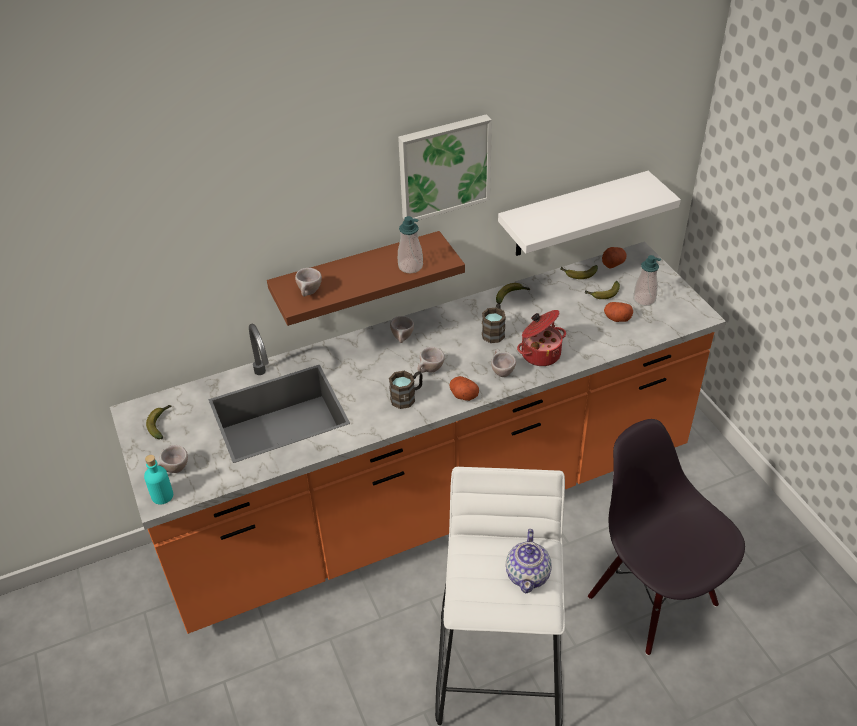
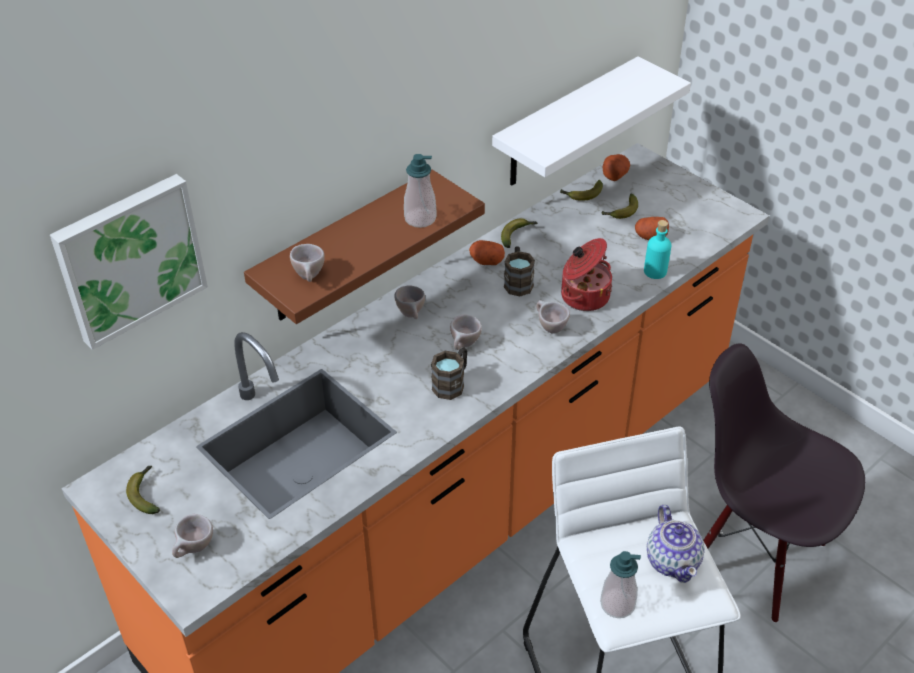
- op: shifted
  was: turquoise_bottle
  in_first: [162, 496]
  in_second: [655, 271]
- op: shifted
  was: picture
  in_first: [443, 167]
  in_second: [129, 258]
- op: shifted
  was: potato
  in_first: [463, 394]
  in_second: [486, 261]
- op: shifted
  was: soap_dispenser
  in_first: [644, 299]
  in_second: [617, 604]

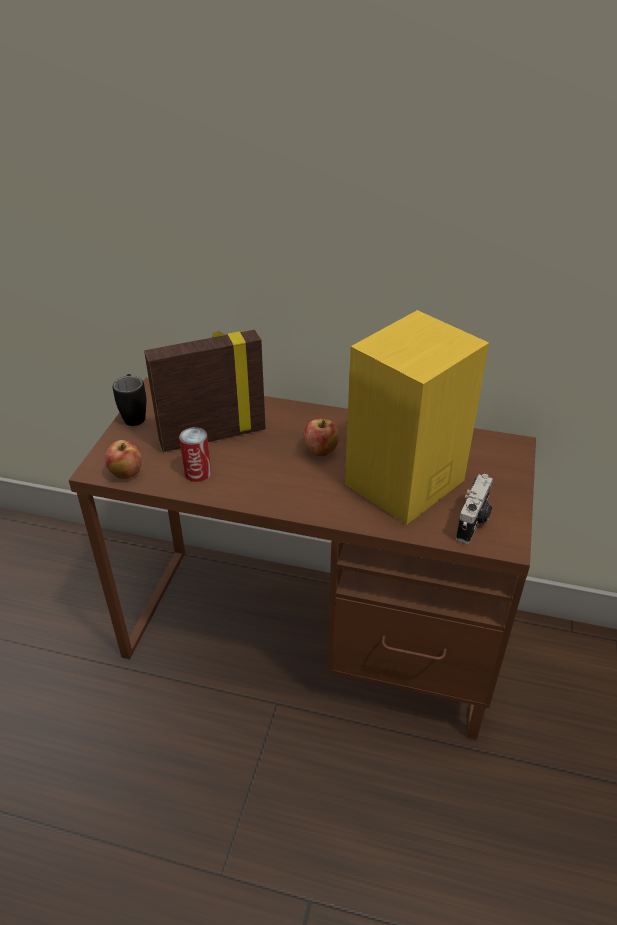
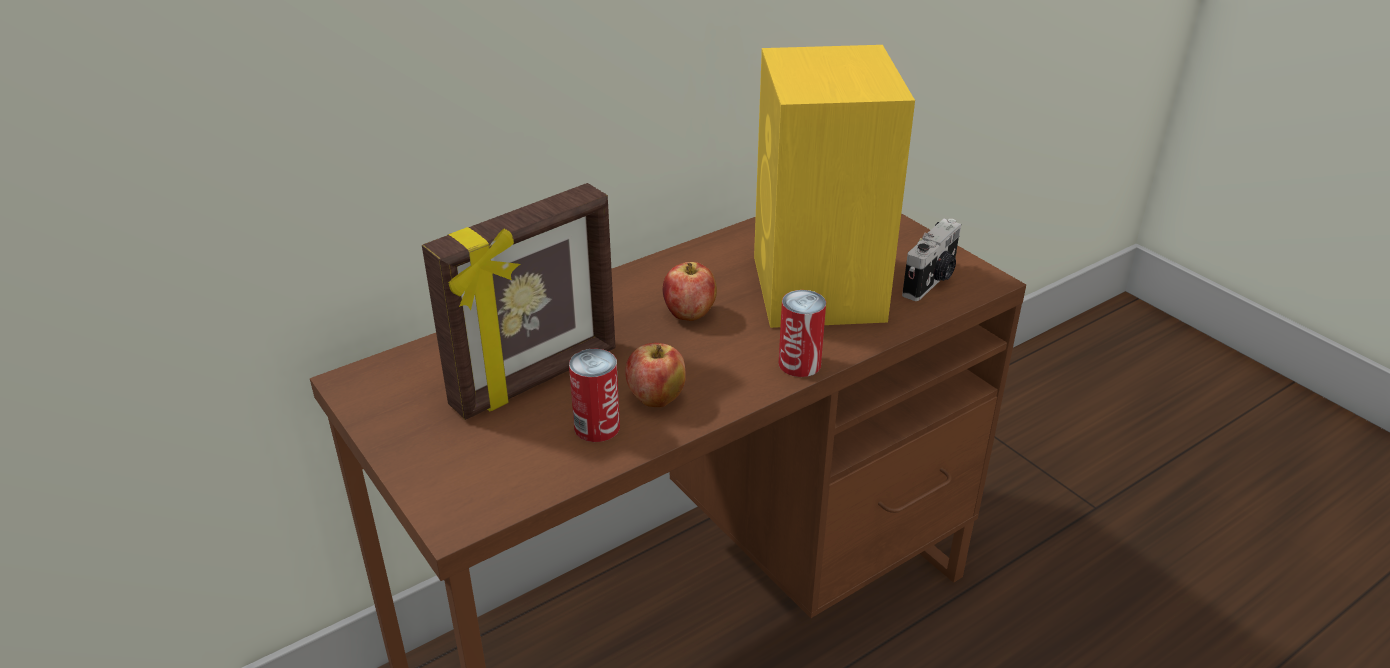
- op: shifted
  was: apple
  in_first: [126, 473]
  in_second: [656, 399]
- op: gone
  was: black_mug
  in_first: [134, 415]
- op: rotated
  was: picture_frame
  in_first: [212, 435]
  in_second: [536, 379]
  clockwise: -150
- op: rotated
  was: photo_camera
  in_first: [473, 522]
  in_second: [931, 281]
  clockwise: 60
- op: new
  now: can
  in_second: [799, 364]

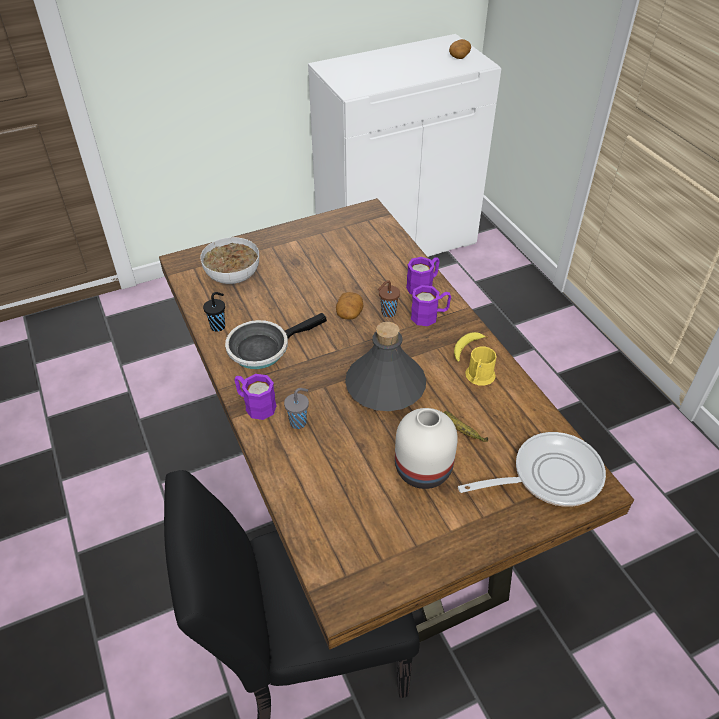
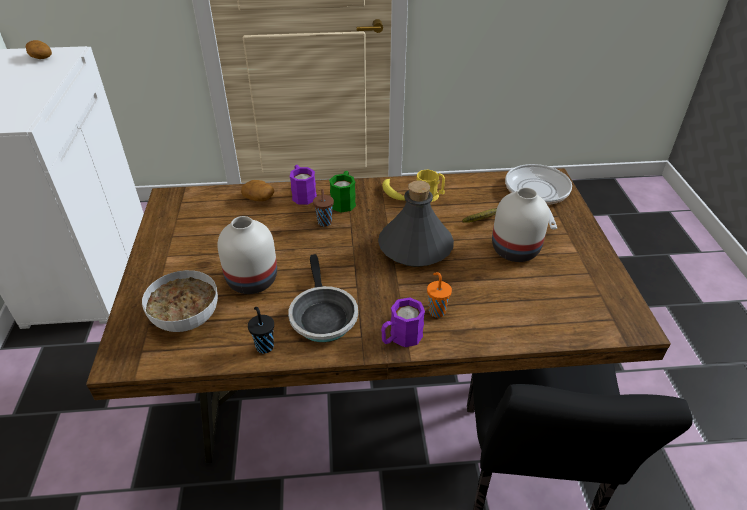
- op: repainted
  was: grey_cup
  now: orange_cup
  in_first: [299, 422]
  in_second: [436, 311]
- op: shifted
  was: potato
  in_first: [349, 313]
  in_second: [259, 198]
- op: repainted
  was: purple_mug
  now: green_mug
  in_first: [429, 316]
  in_second: [344, 201]
- op: new
  now: white_vase
  in_second: [251, 281]

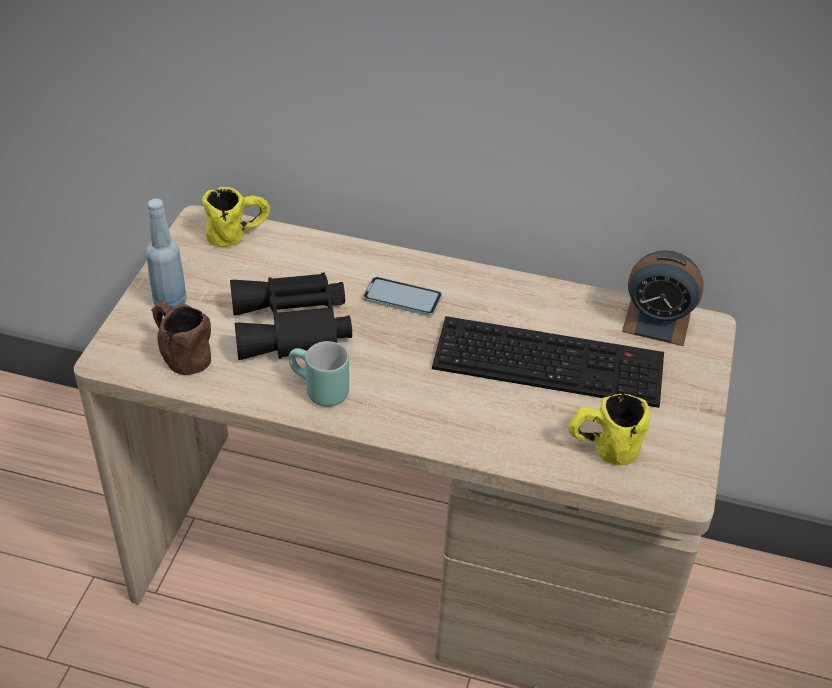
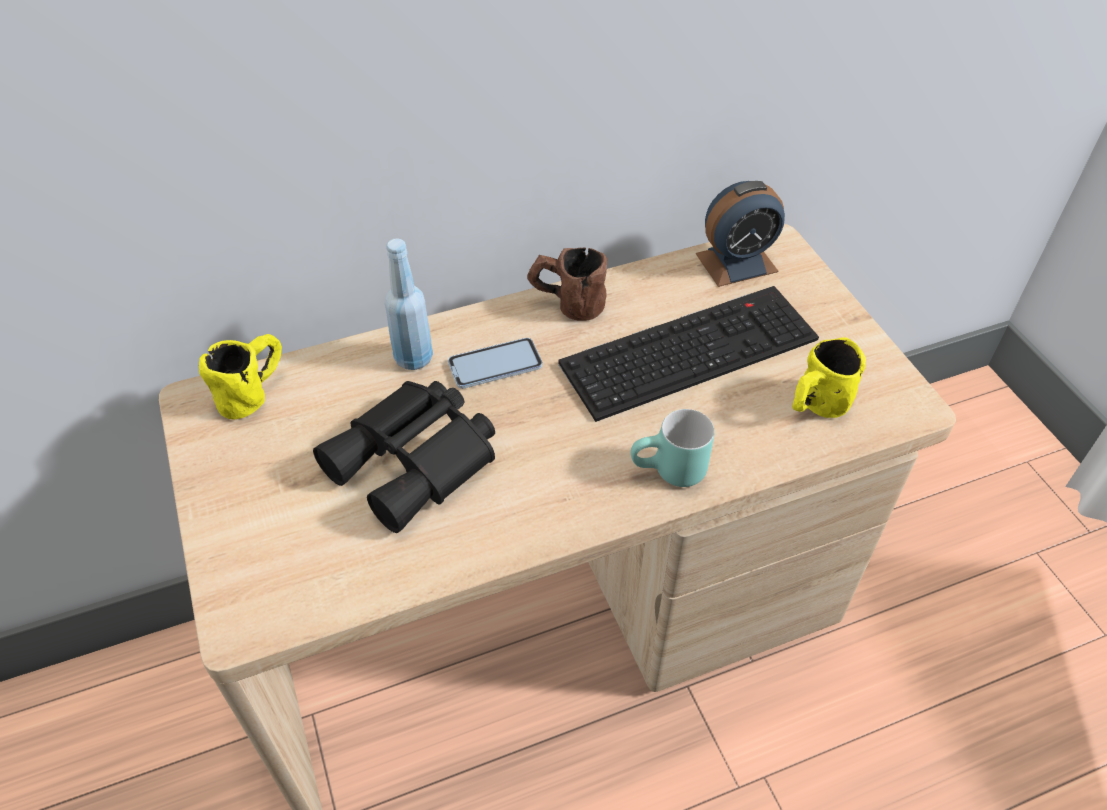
- op: shifted
  was: blue_bottle
  in_first: [170, 302]
  in_second: [413, 358]
- op: shifted
  was: brown_mug
  in_first: [180, 353]
  in_second: [566, 304]
- op: shifted
  was: turquoise_mug
  in_first: [317, 392]
  in_second: [669, 474]

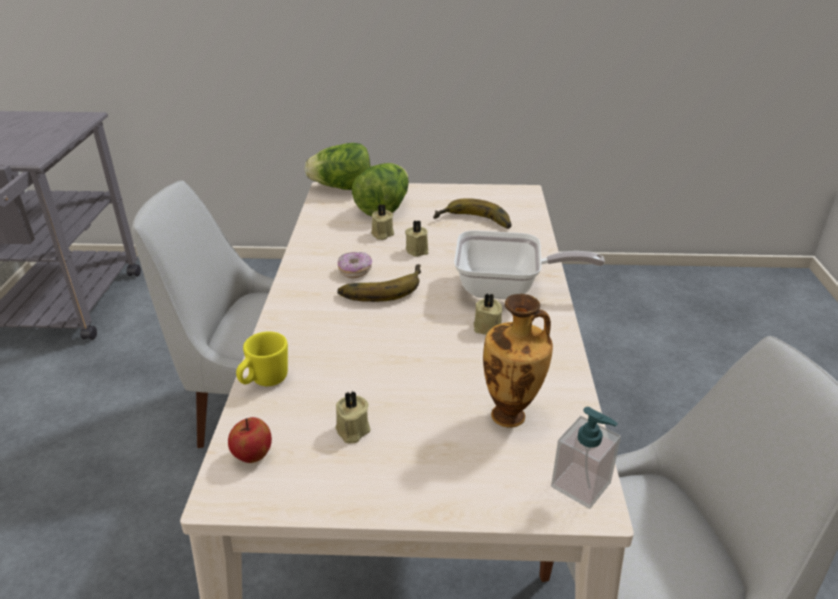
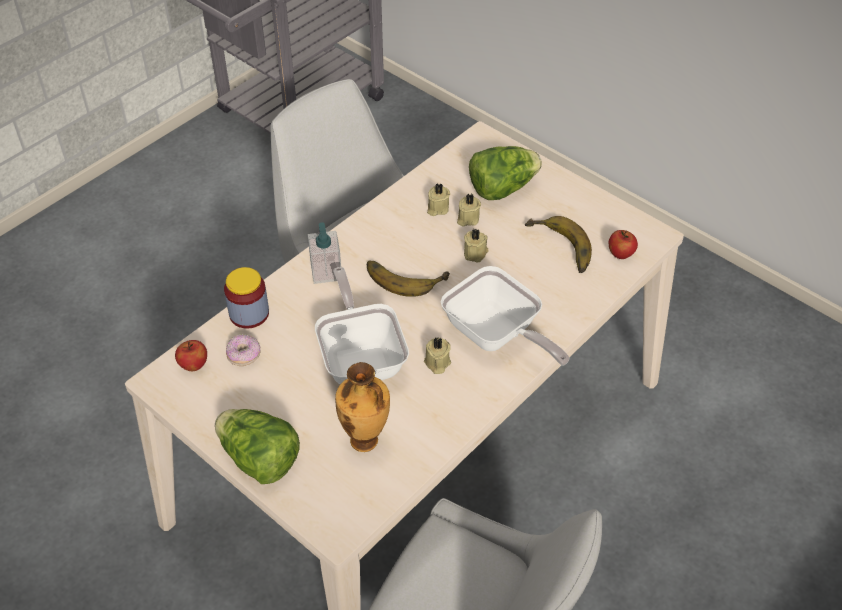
- op: swapped
  was: yellow_mug
  now: jar
  in_first: [264, 381]
  in_second: [249, 313]
- op: shifted
  was: lettuce
  in_first: [342, 188]
  in_second: [259, 460]
- op: shifted
  was: beige_candle
  in_first: [352, 430]
  in_second: [437, 208]
- op: shifted
  was: donut
  in_first: [355, 271]
  in_second: [244, 355]
- op: shifted
  was: soap_dispenser
  in_first: [581, 485]
  in_second: [326, 272]
- op: new
  now: frying_pan
  in_second: [361, 357]
- op: new
  now: apple
  in_second: [621, 254]

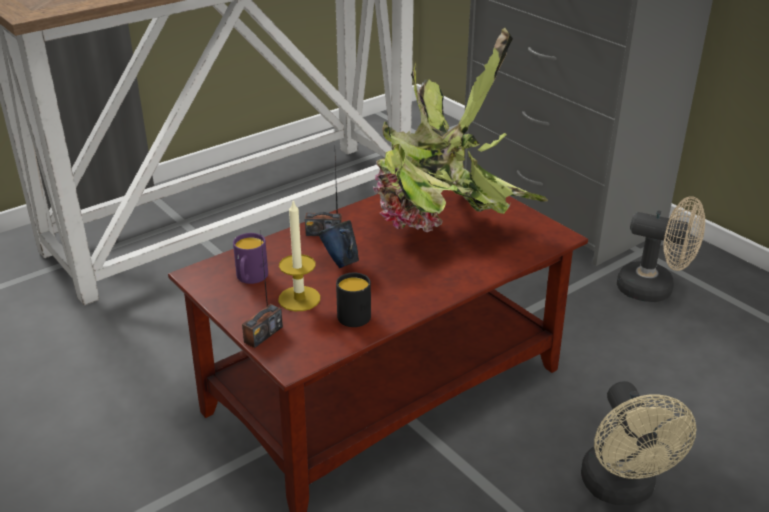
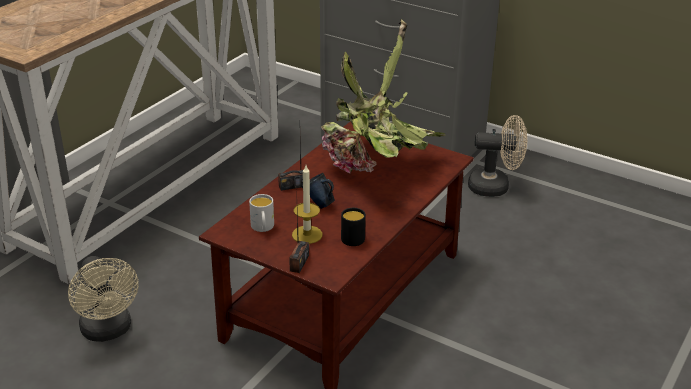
- op: repainted
  was: purple_mug
  now: white_mug
  in_first: [250, 279]
  in_second: [263, 228]
- op: shifted
  was: beige_fan
  in_first: [622, 489]
  in_second: [108, 331]

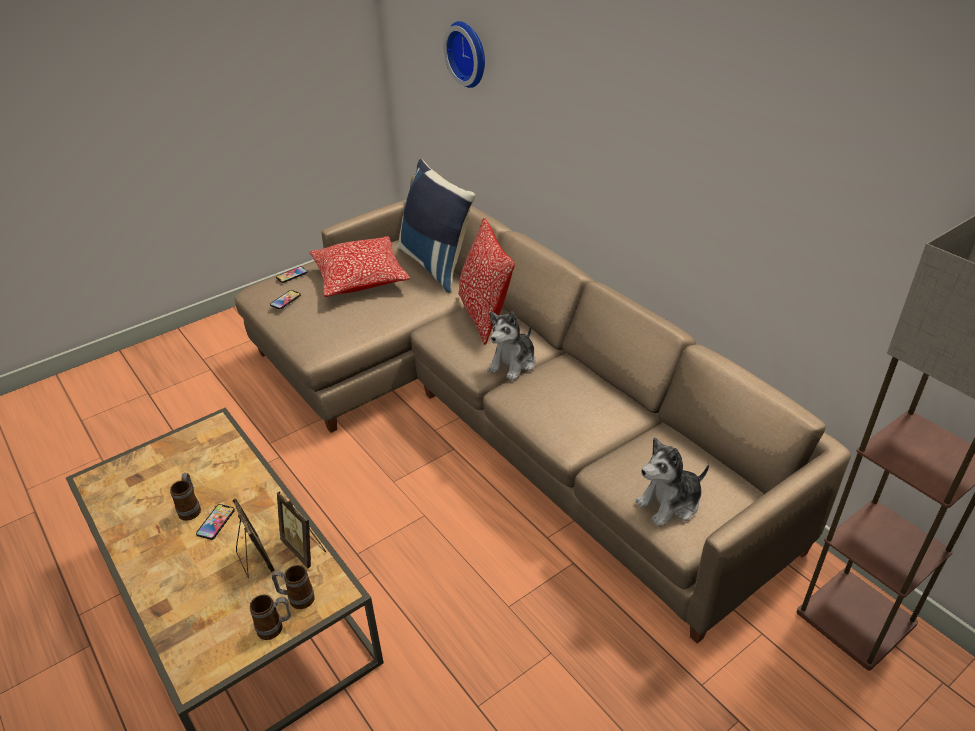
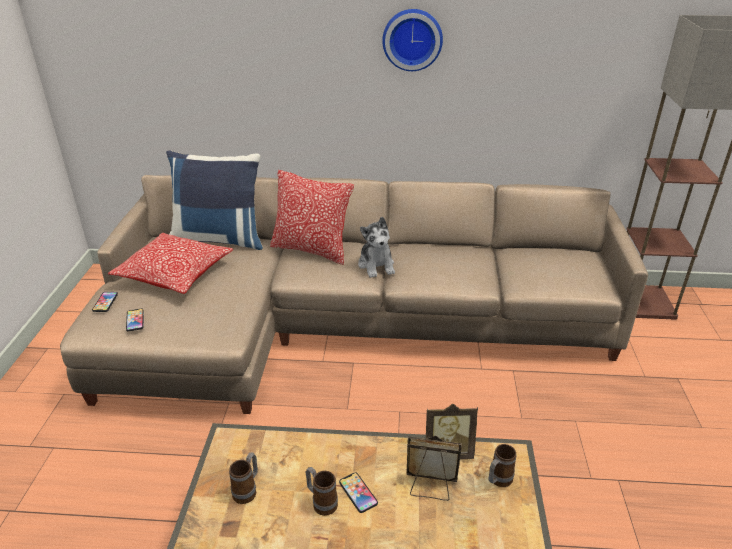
- op: shifted
  was: mug
  in_first: [275, 628]
  in_second: [247, 490]
- op: shifted
  was: wall_clock
  in_first: [469, 53]
  in_second: [412, 39]
- op: gone
  was: plush_toy
  in_first: [670, 503]

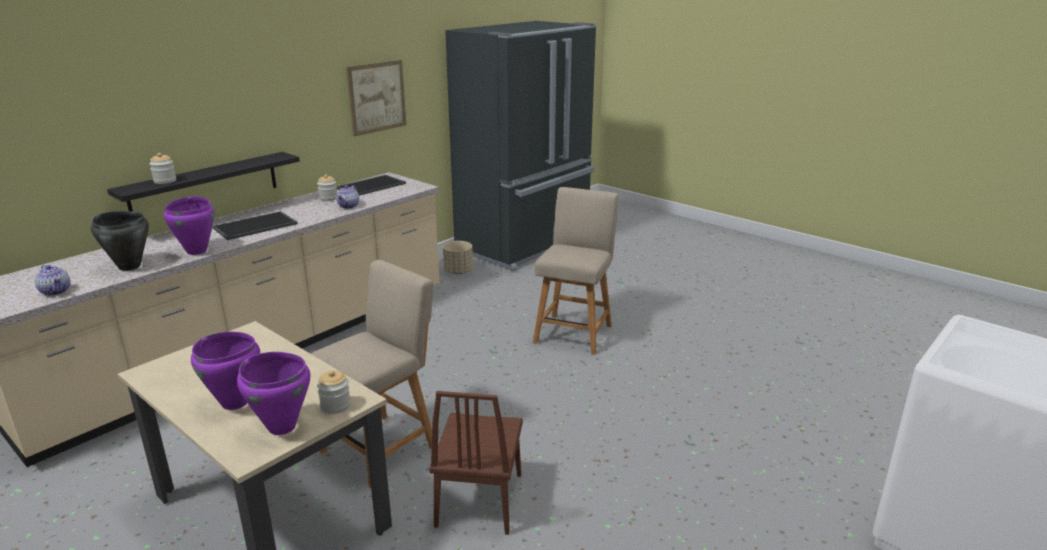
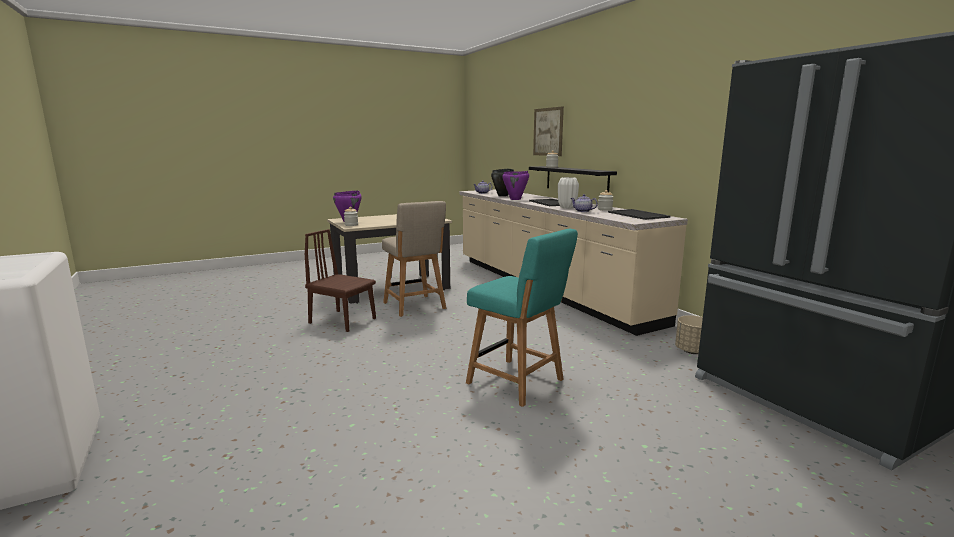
- op: gone
  was: purple_cooking_pot
  in_first: [235, 403]
- op: shifted
  was: picture
  in_first: [376, 97]
  in_second: [548, 132]
- op: repainted
  was: beige_chair
  now: turquoise_chair
  in_first: [574, 332]
  in_second: [519, 383]
- op: new
  now: white_vase
  in_second: [567, 207]

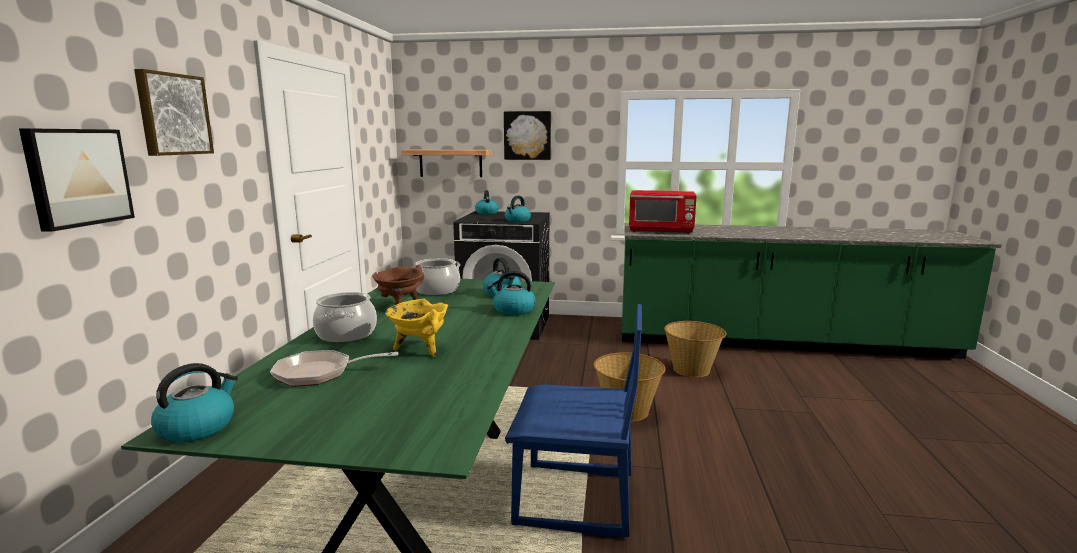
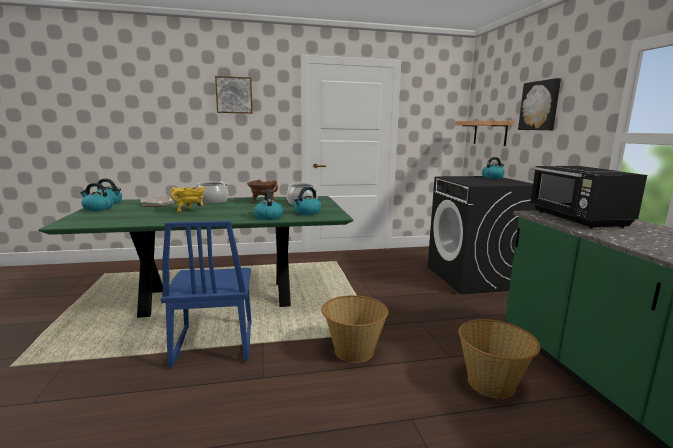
- op: gone
  was: picture
  in_first: [77, 177]
- op: shifted
  was: kettle
  in_first: [517, 220]
  in_second: [97, 208]
- op: repainted
  was: red_microwave
  now: black_microwave
  in_first: [661, 230]
  in_second: [577, 219]

